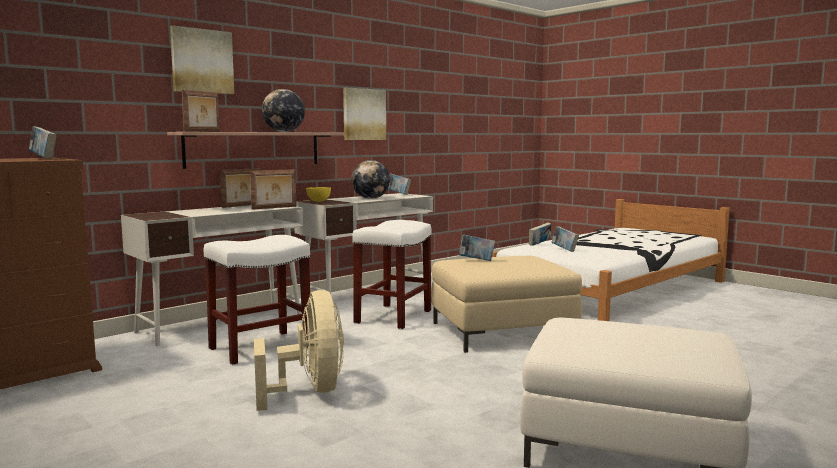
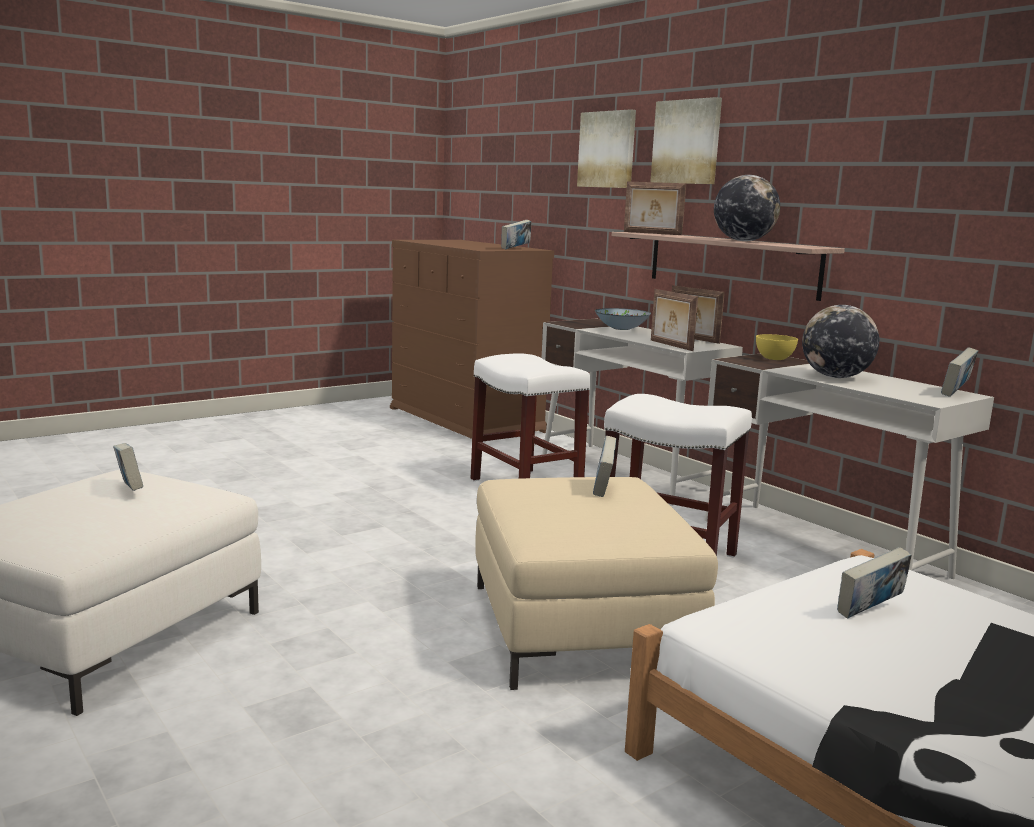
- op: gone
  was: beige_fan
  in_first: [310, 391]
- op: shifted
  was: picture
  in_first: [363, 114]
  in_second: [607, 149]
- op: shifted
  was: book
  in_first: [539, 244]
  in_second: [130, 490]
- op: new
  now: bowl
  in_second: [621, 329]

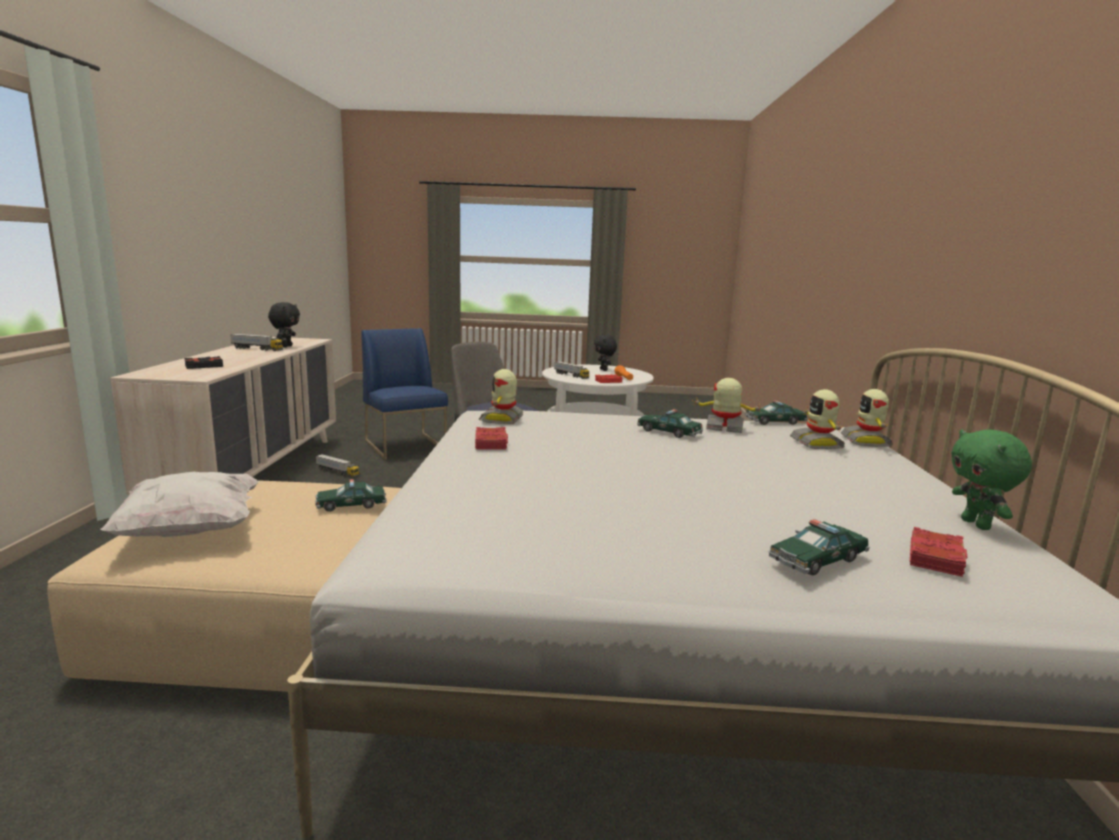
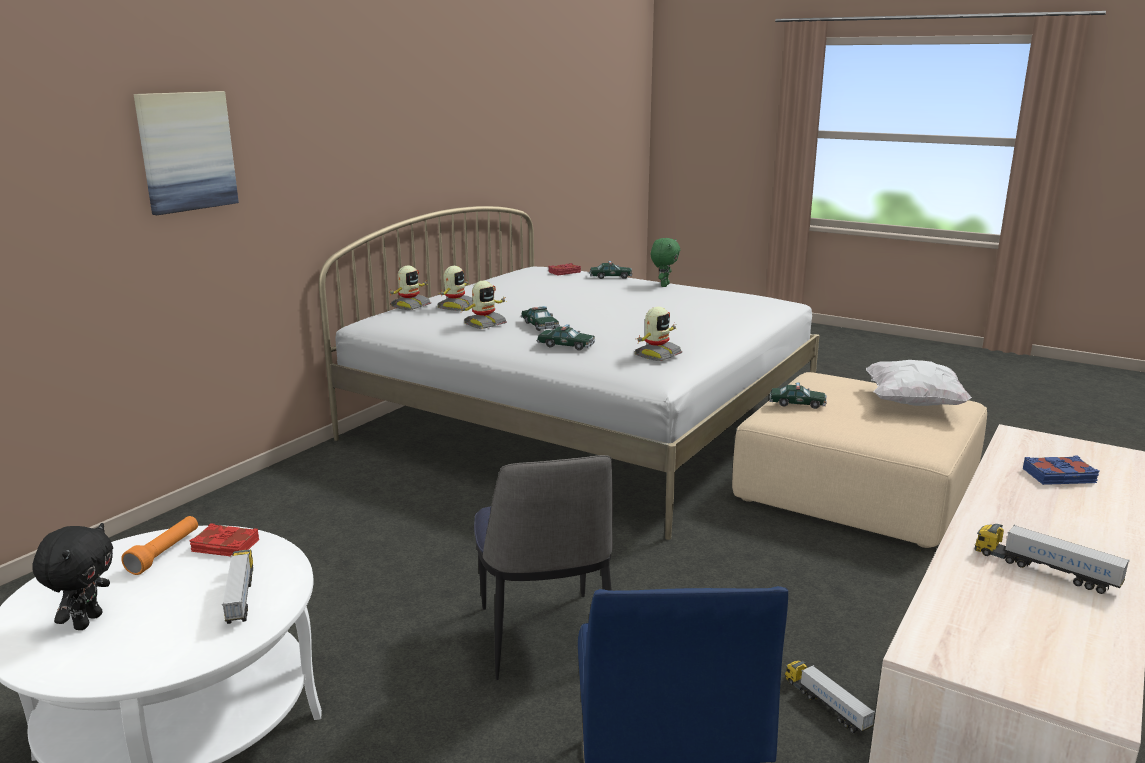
- op: repainted
  was: black_book
  now: blue_book
  in_first: [204, 366]
  in_second: [1059, 476]
- op: gone
  was: black_plush_toy
  in_first: [286, 346]
- op: gone
  was: red_book
  in_first: [491, 443]
- op: rotated
  was: toy_robot
  in_first: [724, 428]
  in_second: [484, 324]
  clockwise: -90
- op: shifted
  was: toy_car
  in_first: [774, 422]
  in_second: [566, 346]
- op: shifted
  was: green_plush_toy
  in_first: [977, 525]
  in_second: [664, 285]
- op: new
  now: picture
  in_second: [186, 151]

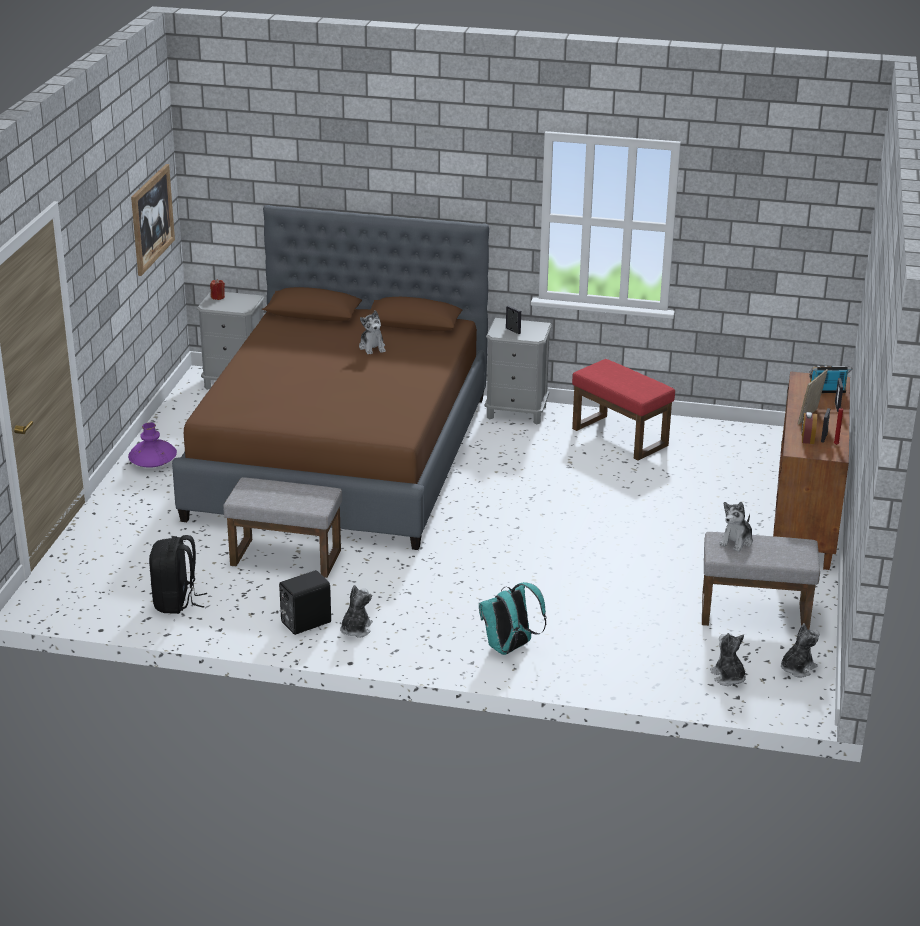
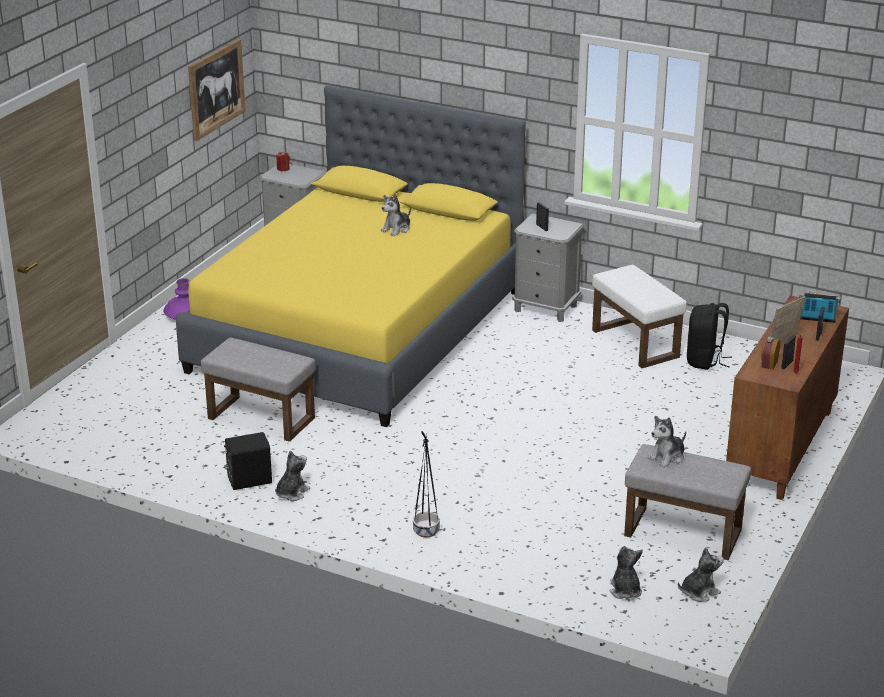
- op: shifted
  was: black_backpack
  in_first: [176, 602]
  in_second: [705, 361]
- op: repainted
  was: brown_bed
  now: yellow_bed
  in_first: [341, 456]
  in_second: [359, 331]
- op: rotated
  was: plush_toy
  in_first: [372, 347]
  in_second: [397, 229]
  clockwise: 45
- op: swapped
  was: turquoise_backpack
  now: black_planter
  in_first: [509, 648]
  in_second: [426, 531]
- op: repainted
  was: red_ottoman
  now: white_ottoman
  in_first: [618, 437]
  in_second: [633, 343]

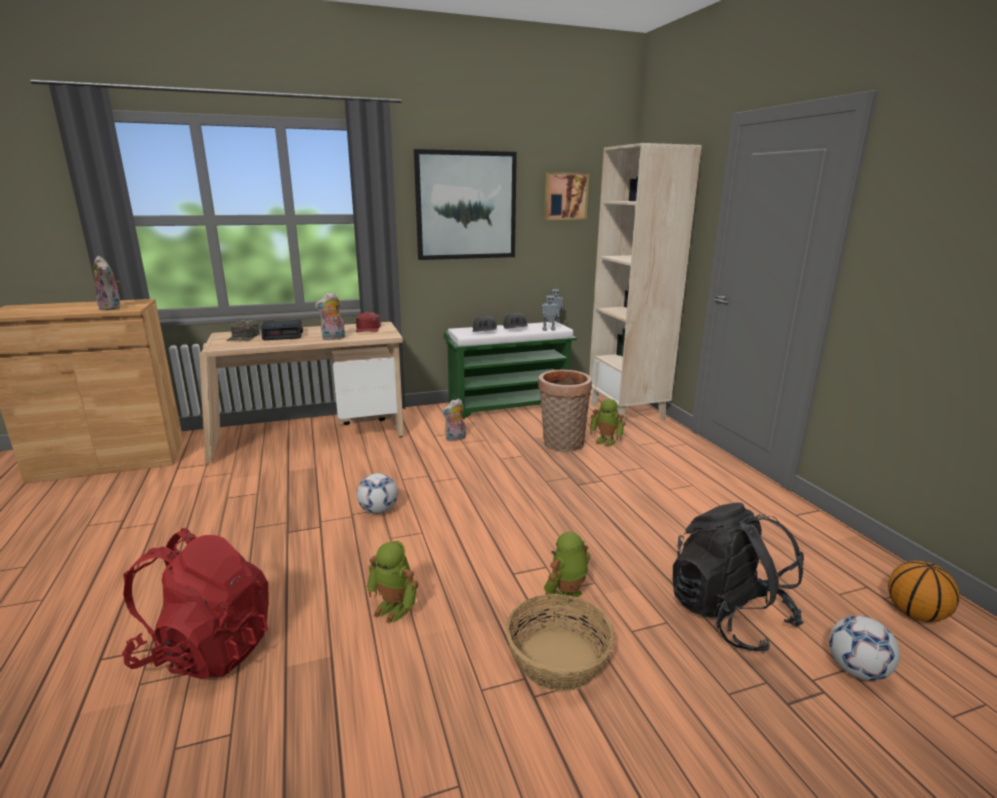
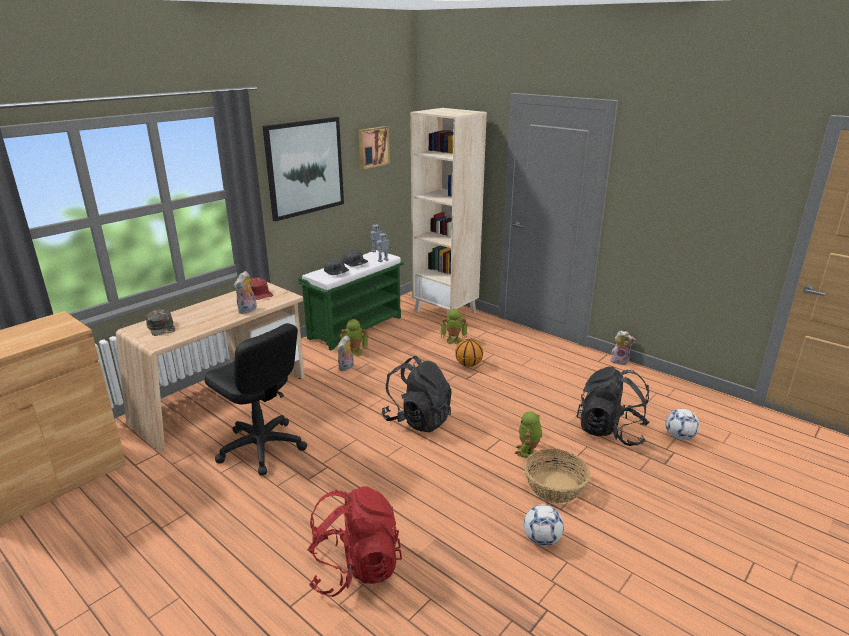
- op: shifted
  was: plush_toy
  in_first: [112, 308]
  in_second: [620, 361]
- op: gone
  was: alarm_clock
  in_first: [283, 335]
- op: shifted
  was: football
  in_first: [378, 511]
  in_second: [542, 539]
- op: shifted
  was: toy_robot
  in_first: [394, 608]
  in_second: [355, 352]
- op: gone
  was: basket
  in_first: [562, 445]
- op: shifted
  was: basketball
  in_first: [915, 613]
  in_second: [468, 364]
- op: new
  now: black_office_chair
  in_second: [261, 447]
- op: new
  now: black_backpack
  in_second: [418, 420]

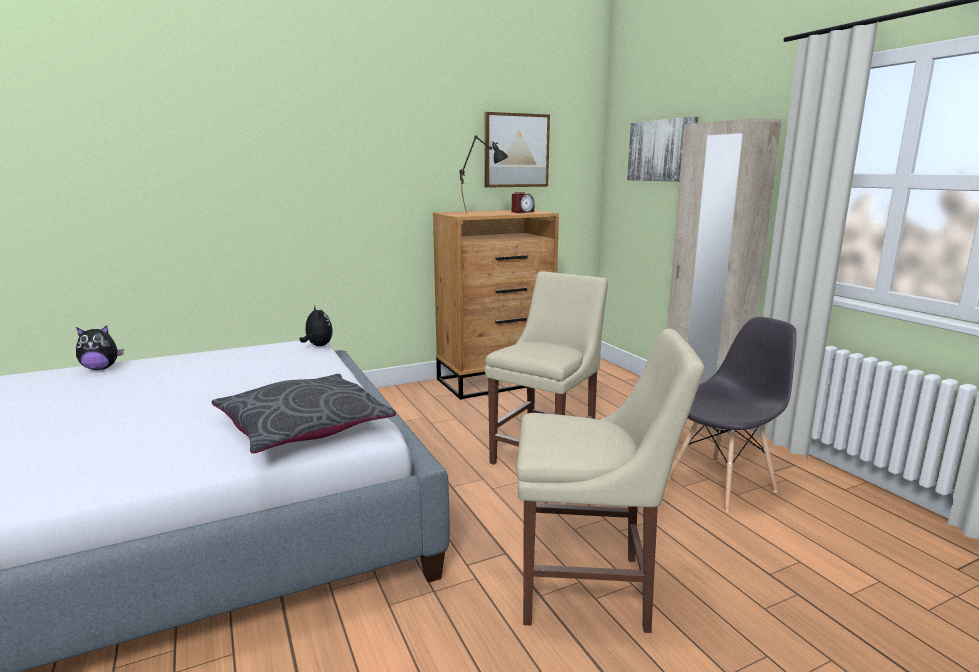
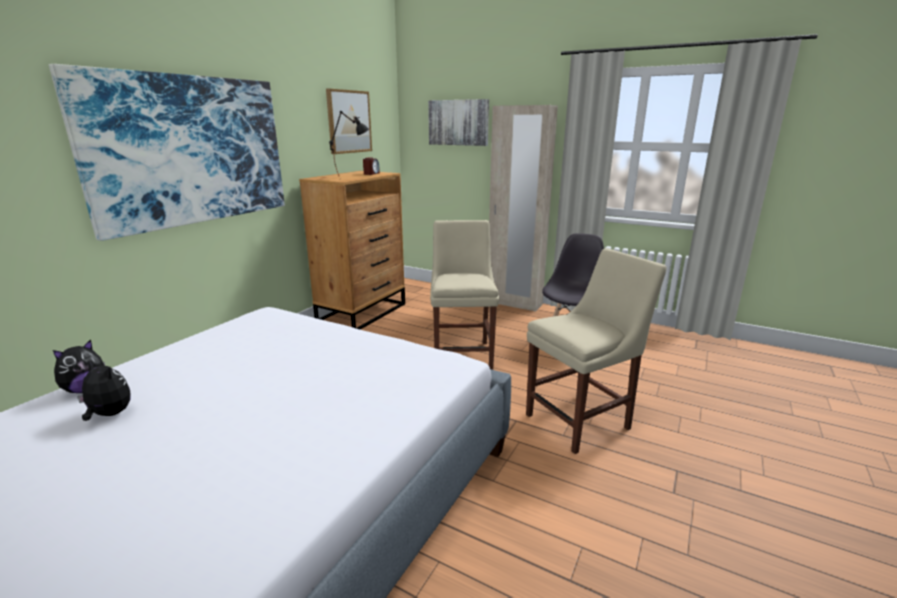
- op: gone
  was: grey_pillow
  in_first: [303, 427]
- op: shifted
  was: plush_toy
  in_first: [318, 346]
  in_second: [109, 414]
- op: new
  now: picture
  in_second: [191, 151]

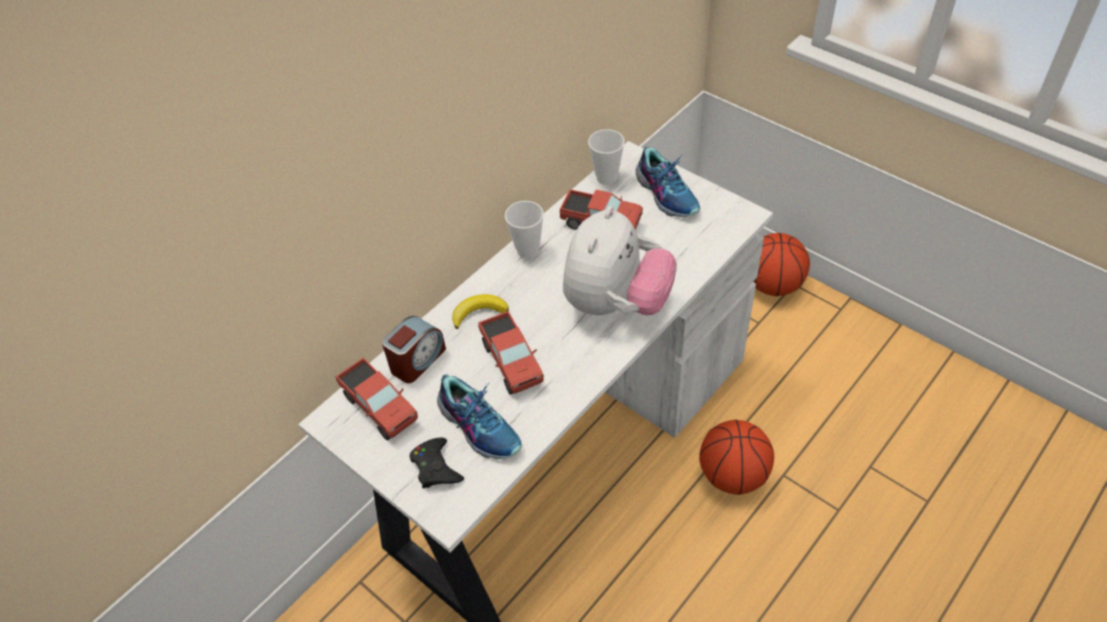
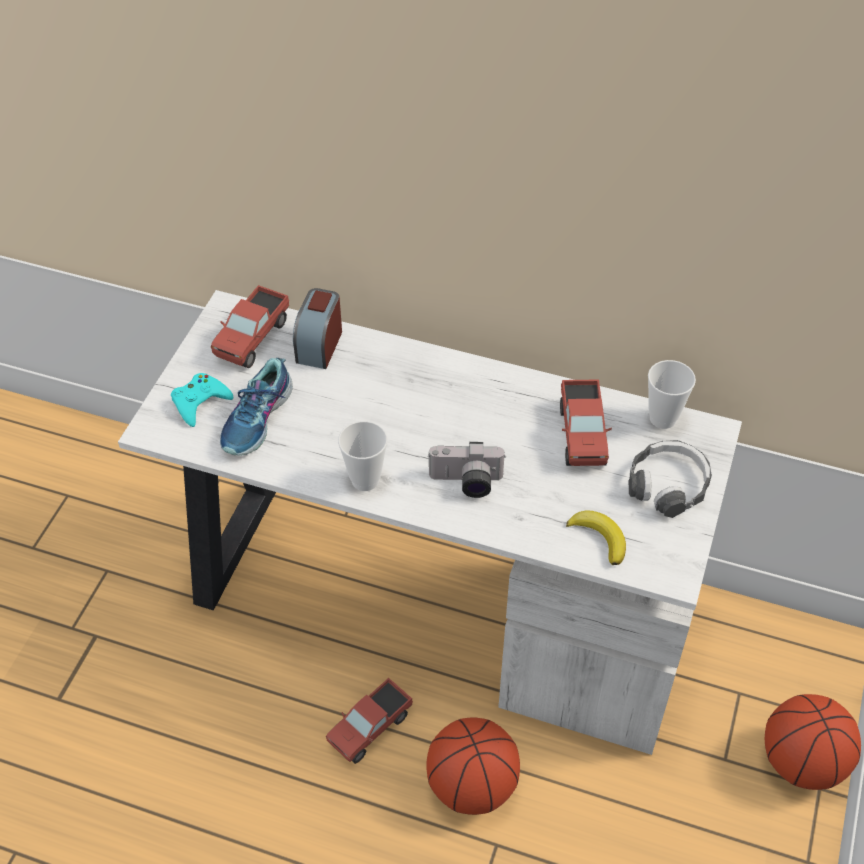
- op: rotated
  was: alarm_clock
  in_first: [417, 360]
  in_second: [319, 345]
  clockwise: 90
- op: repainted
  was: black_game_controller
  now: turquoise_game_controller
  in_first: [436, 467]
  in_second: [200, 402]
- op: shifted
  was: banana
  in_first: [479, 312]
  in_second: [600, 538]
- op: shifted
  was: toy_truck
  in_first: [512, 362]
  in_second: [370, 728]
- op: shifted
  was: cup
  in_first: [527, 250]
  in_second: [365, 480]
- op: swapped
  was: plush_toy
  now: photo_camera
  in_first: [616, 303]
  in_second: [466, 483]
- op: swapped
  was: shoe
  now: headphones
  in_first: [667, 194]
  in_second: [668, 485]

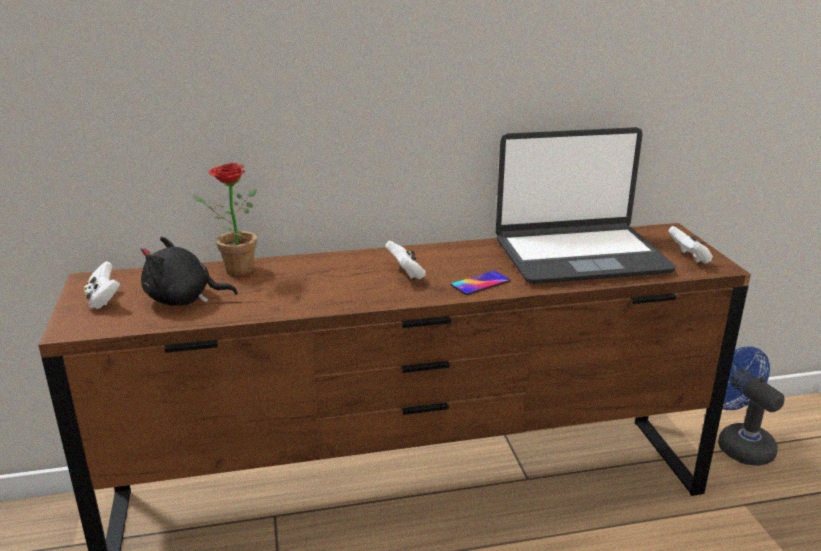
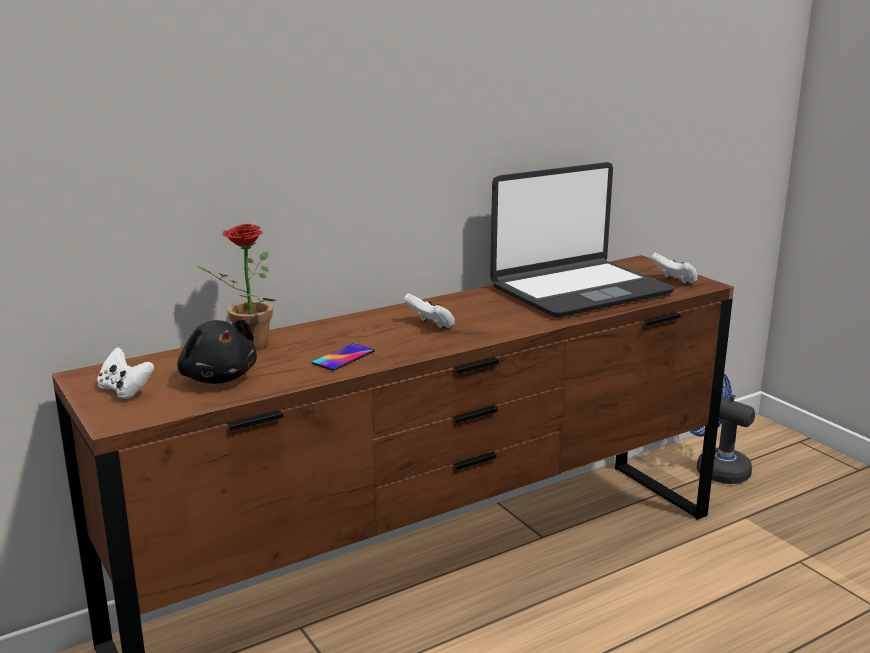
- op: rotated
  was: black_plush_toy
  in_first: [183, 299]
  in_second: [218, 377]
  clockwise: -105
- op: shifted
  was: phone
  in_first: [480, 283]
  in_second: [343, 357]

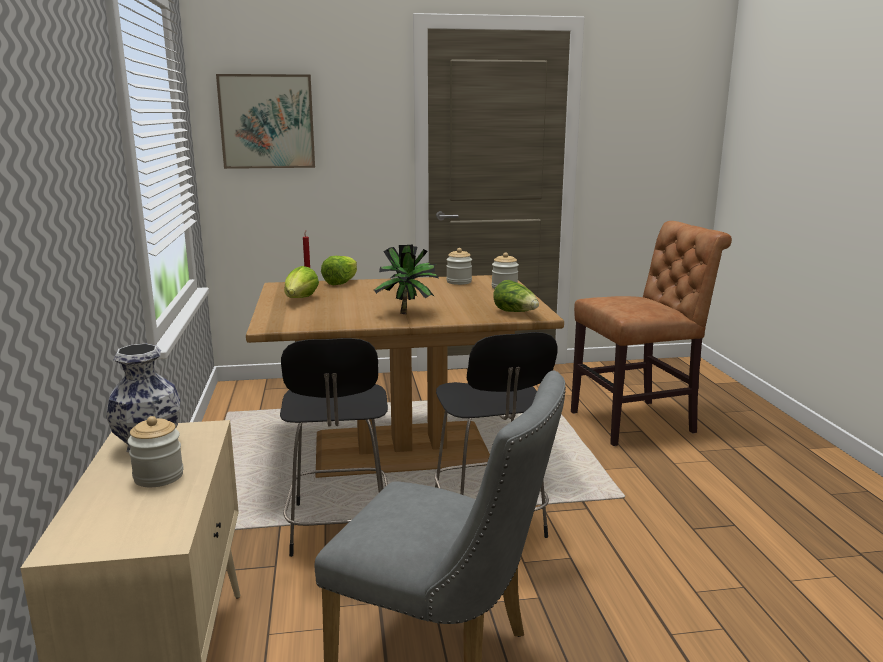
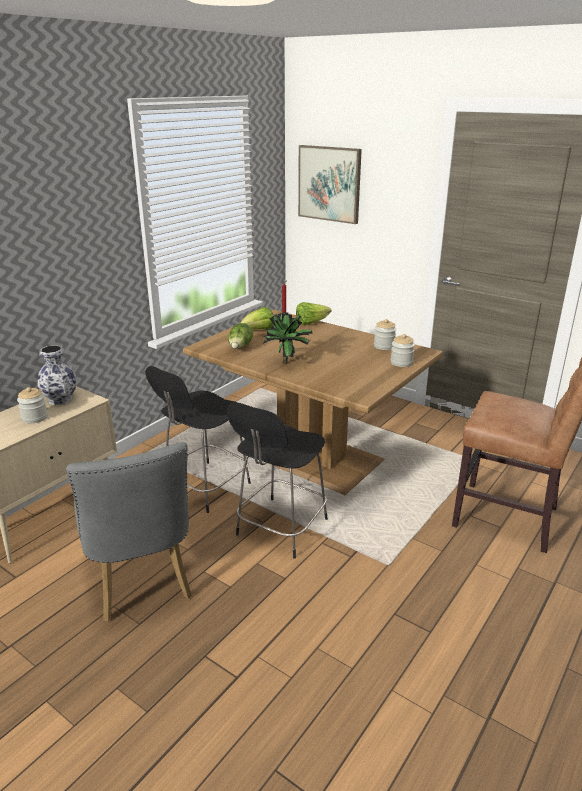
- op: shifted
  was: lettuce
  in_first: [516, 313]
  in_second: [240, 347]

